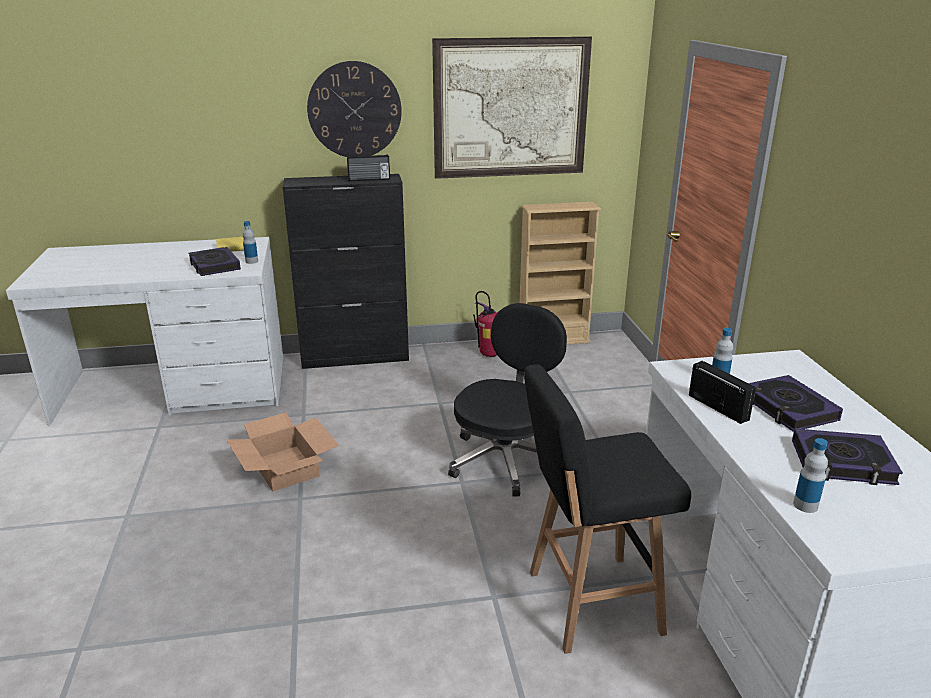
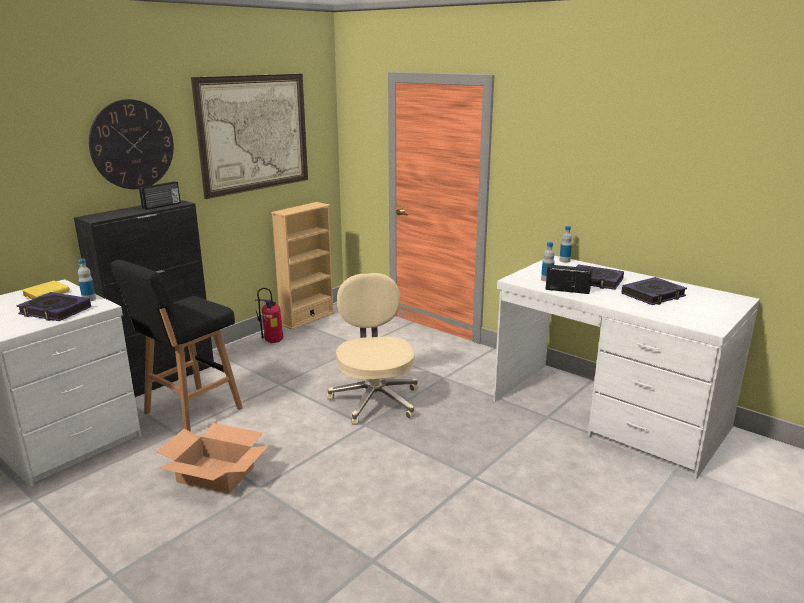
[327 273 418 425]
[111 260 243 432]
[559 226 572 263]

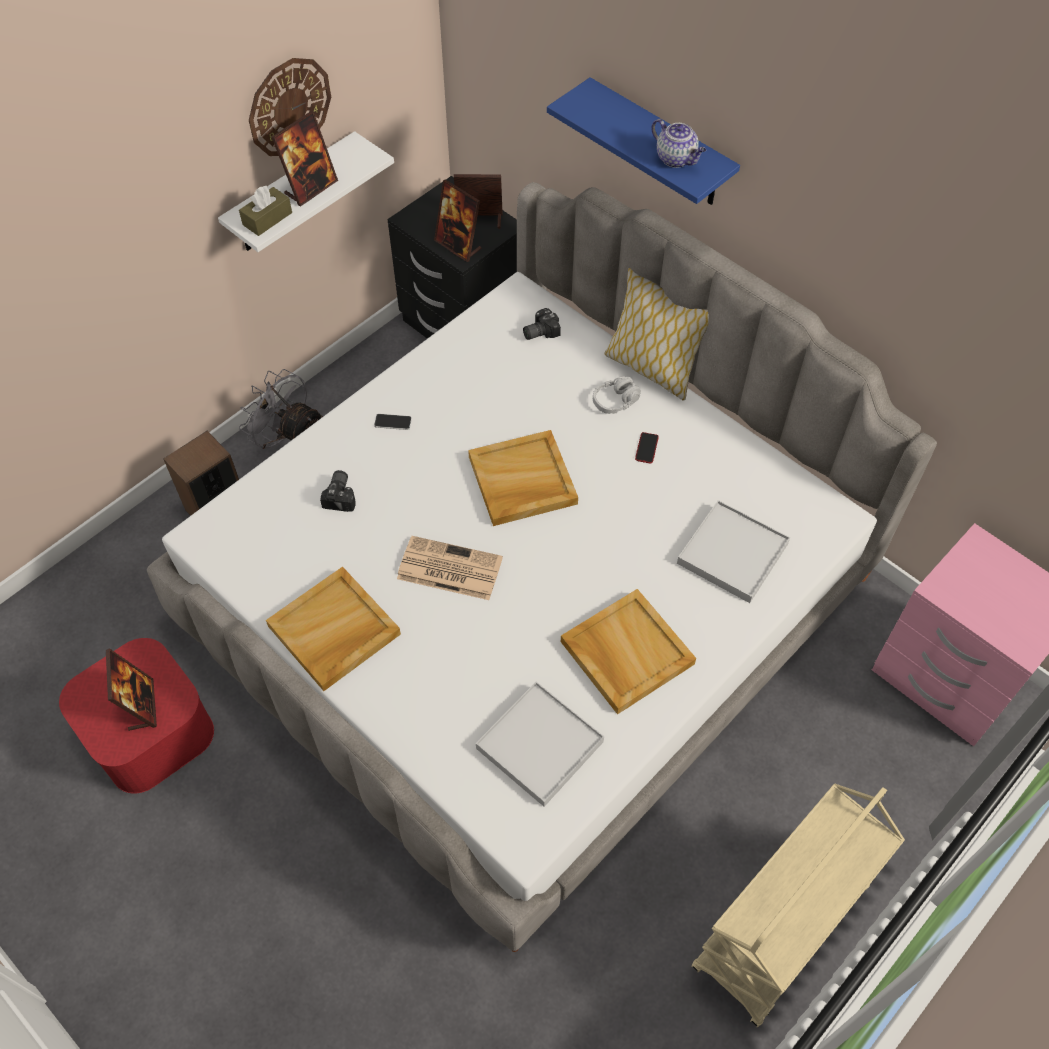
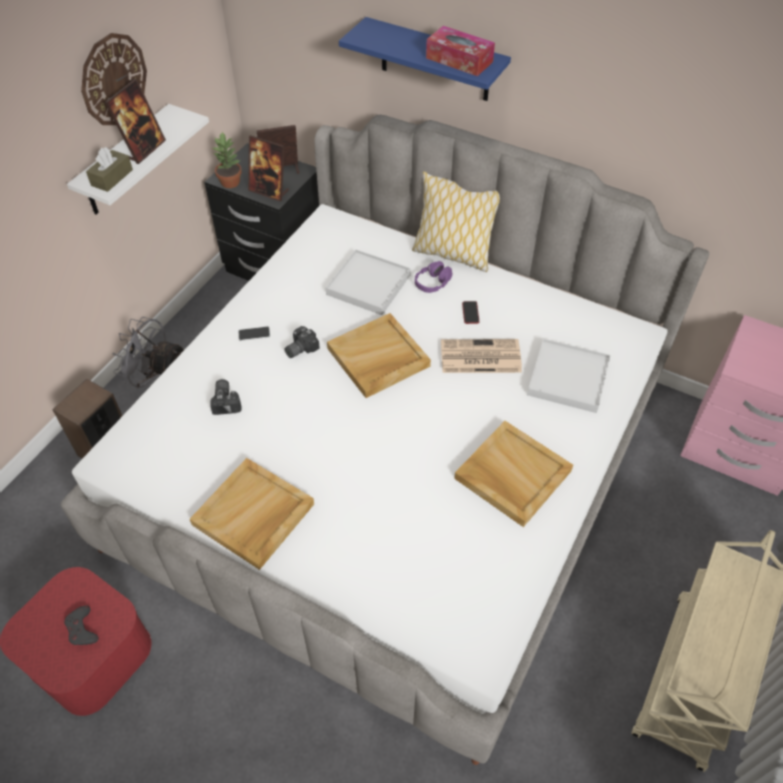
[64 606 99 645]
[441 339 522 373]
[326 249 411 315]
[284 326 320 358]
[415 261 453 293]
[426 26 495 76]
[212 131 242 188]

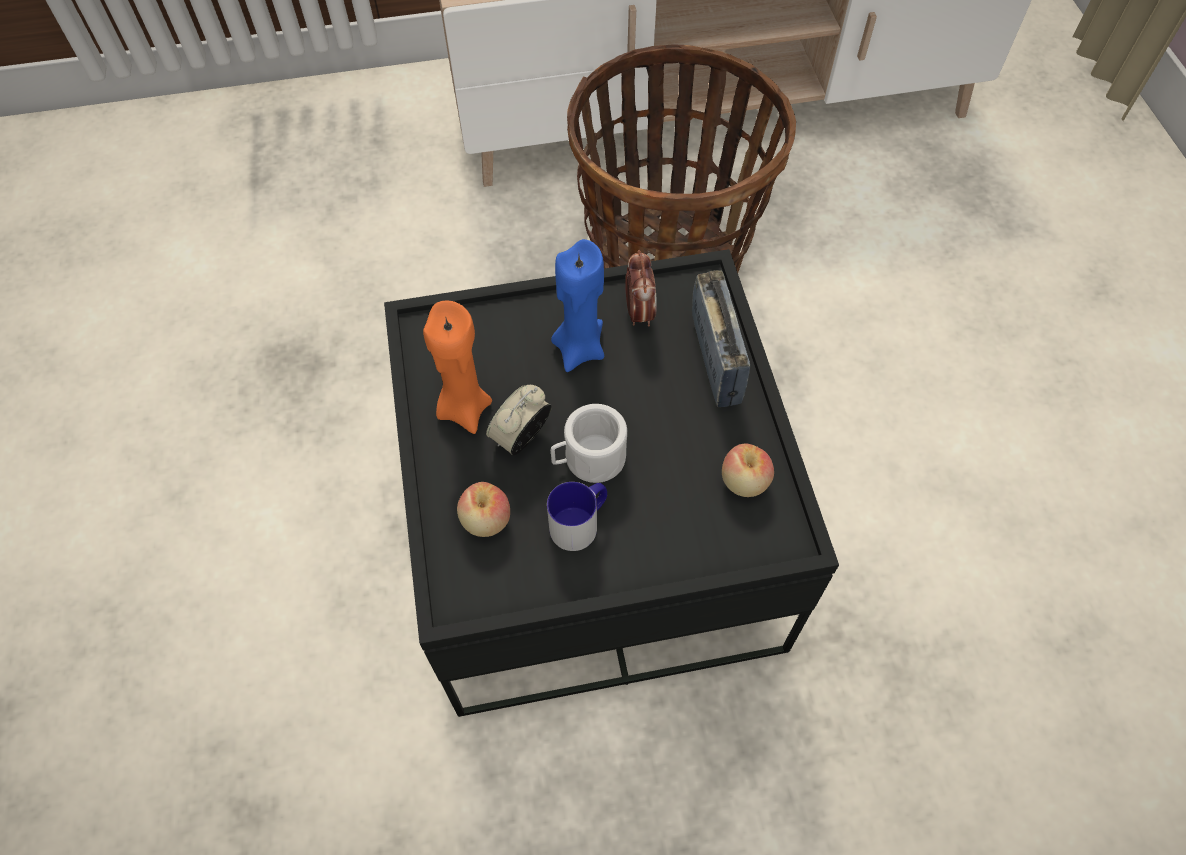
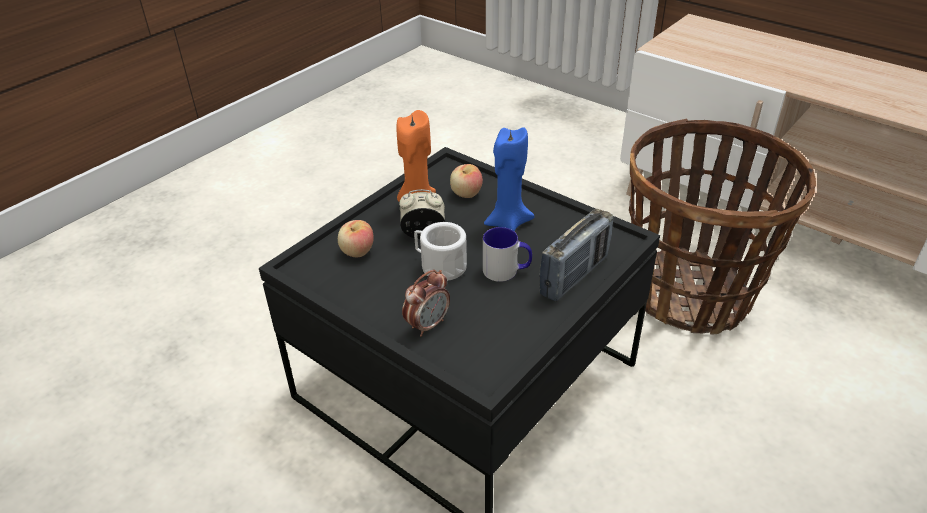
[483 227 532 282]
[402 270 450 337]
[450 164 483 198]

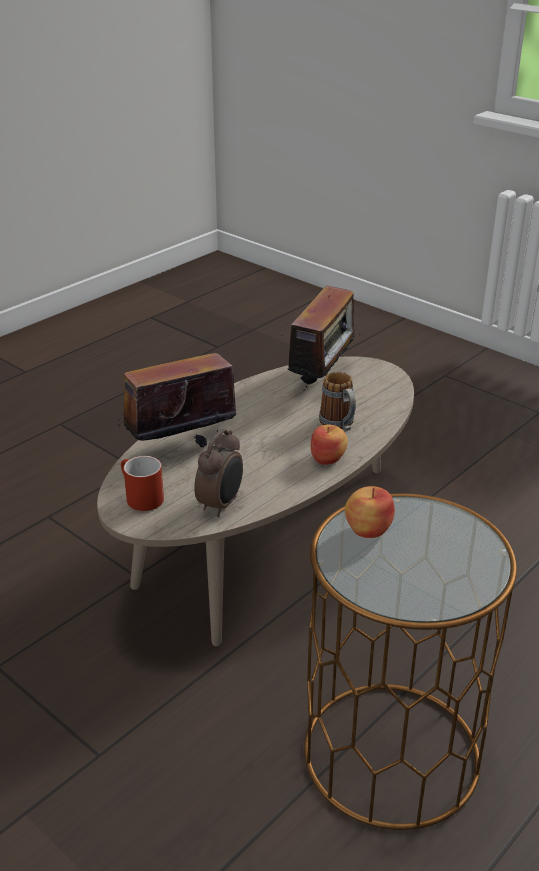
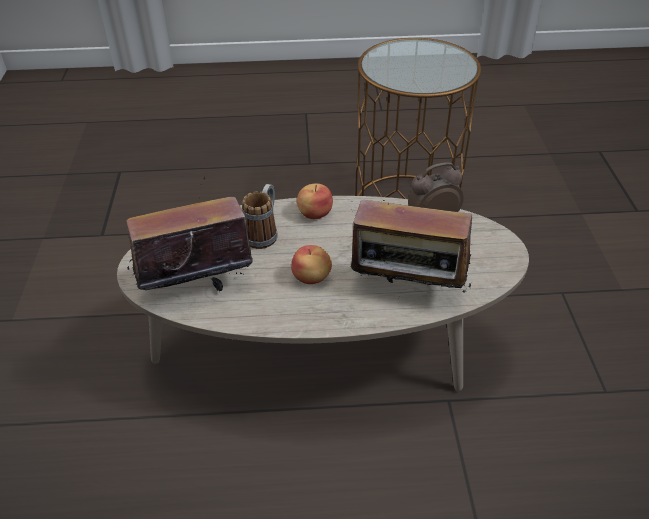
[121 456 164 511] (first image)
[291 245 332 284]

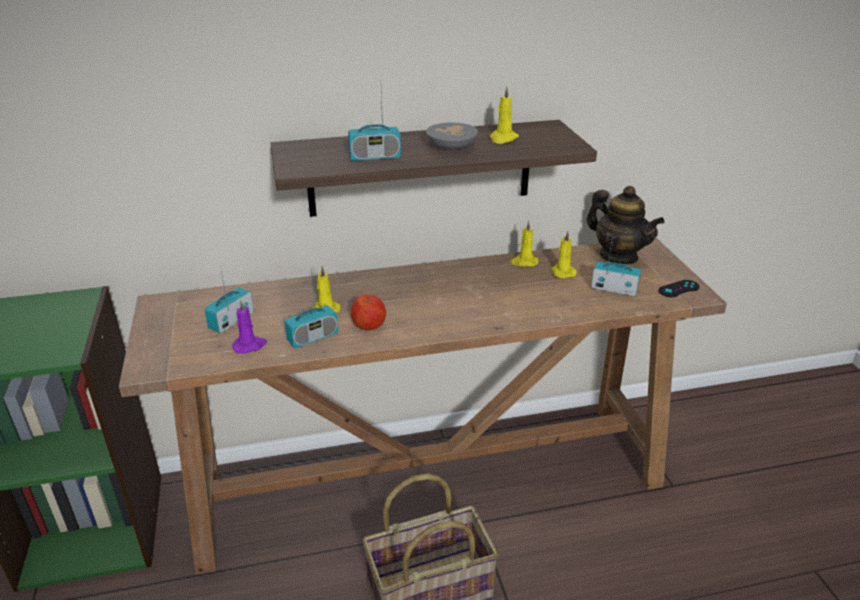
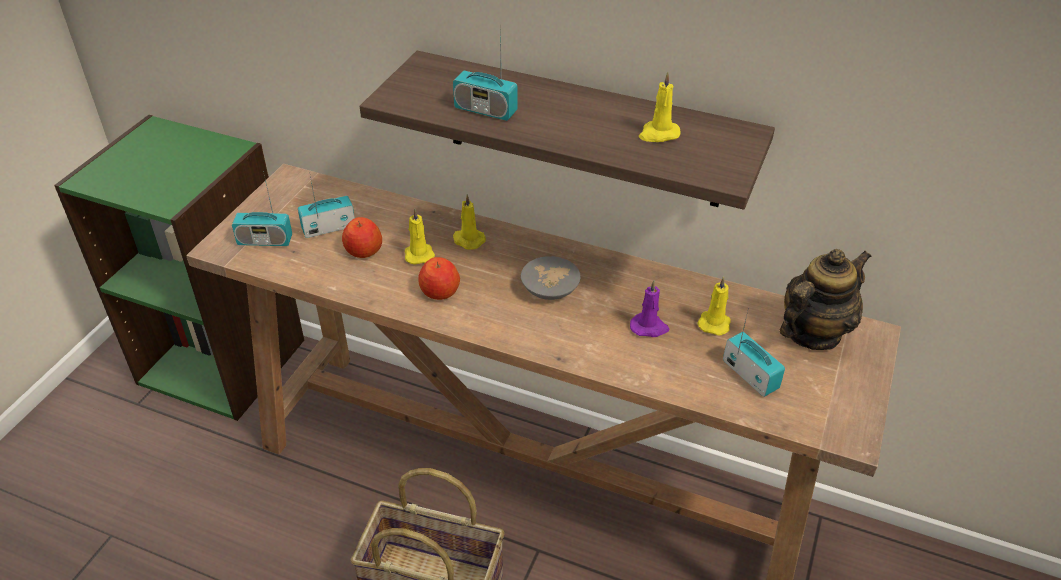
[630 280 669 337]
[232 171 292 246]
[521 256 580 300]
[453 194 486 249]
[780 249 872 350]
[658 280 700 297] (first image)
[342 217 382 258]

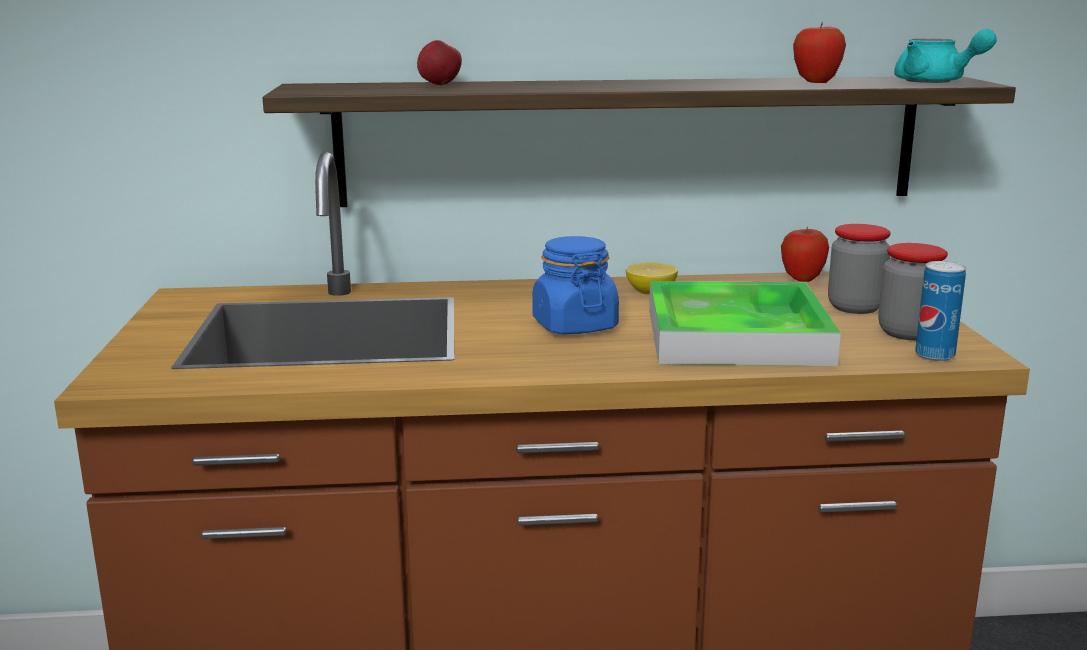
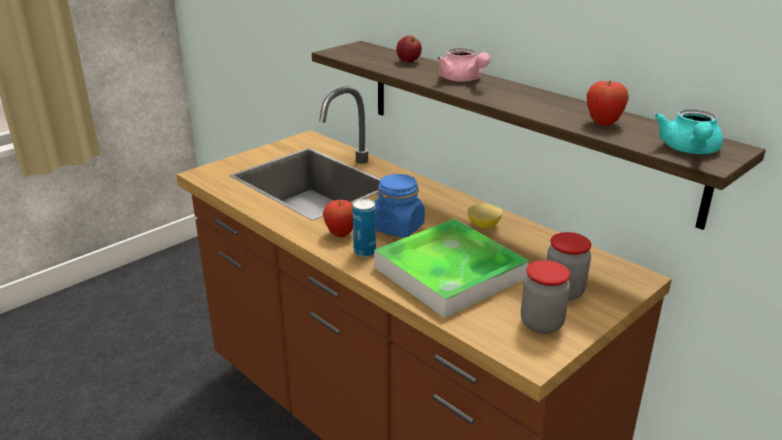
[323 200 353 237]
[352 199 376 257]
[437 48 490 82]

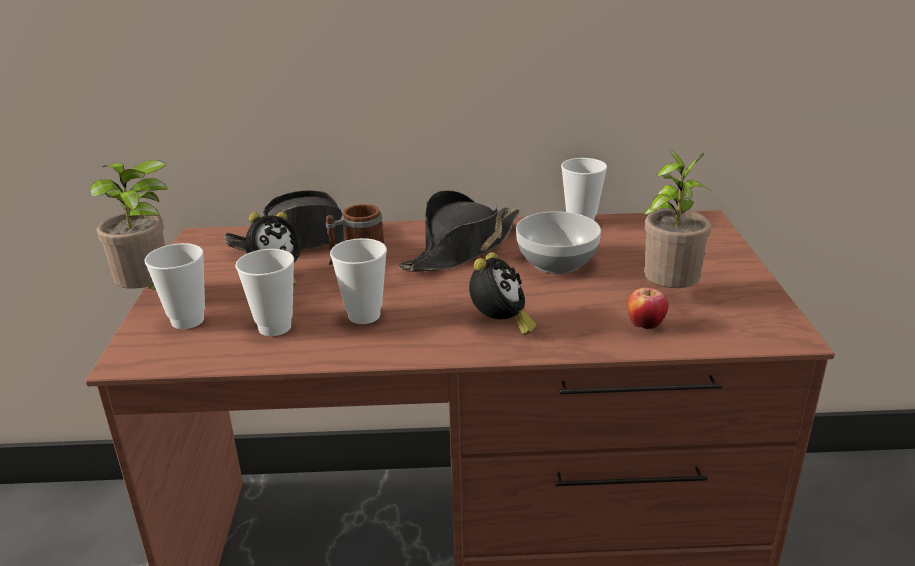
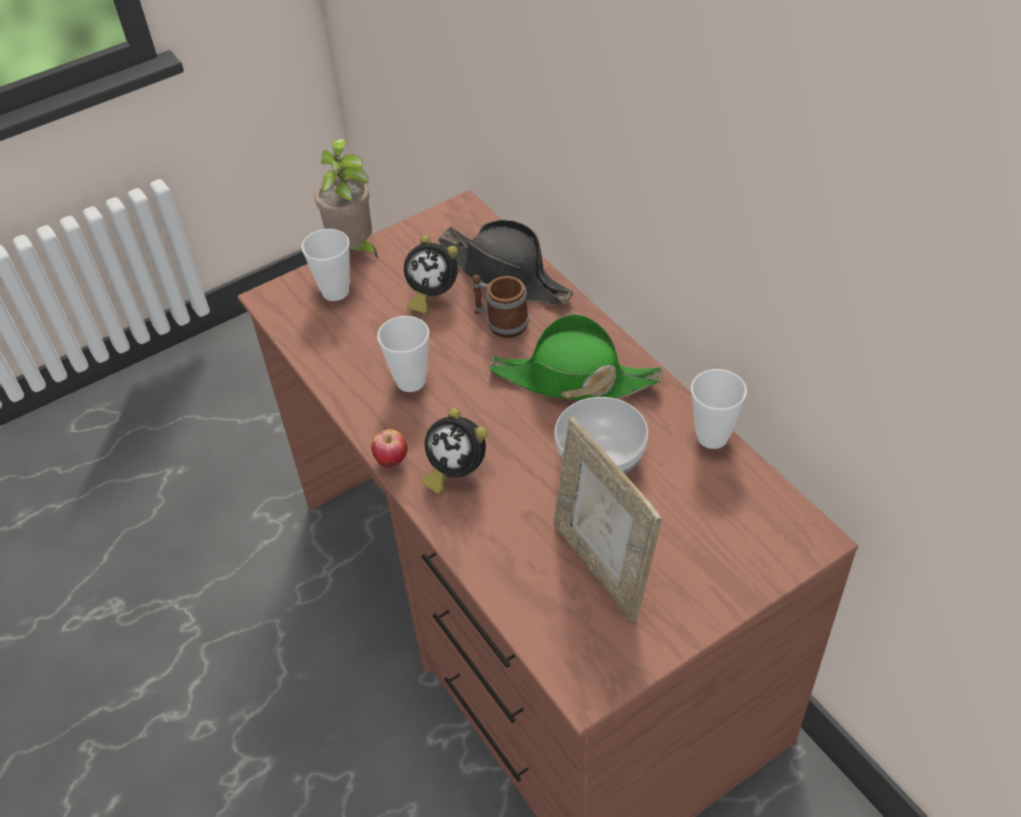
[235 249 294 336] (first image)
[489 314 663 400]
[421 408 488 494]
[371 429 408 468]
[554 417 662 622]

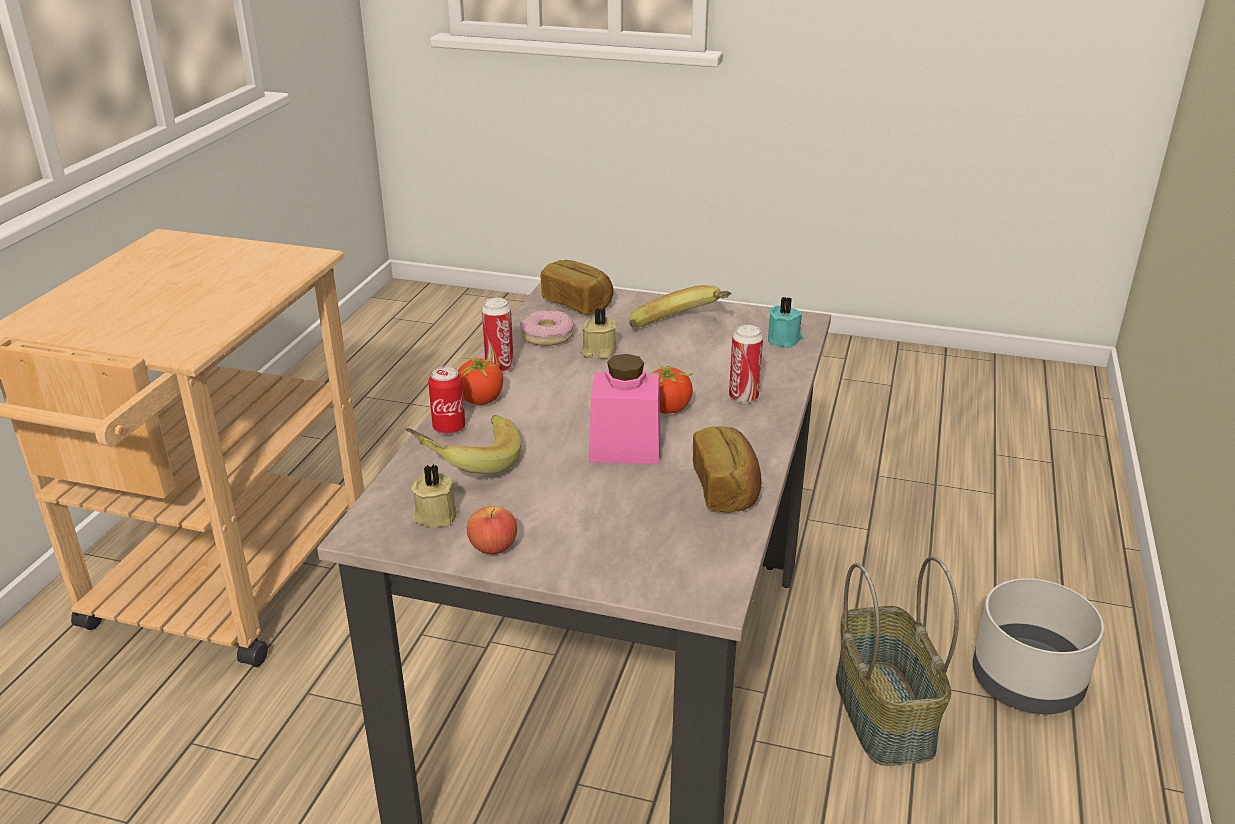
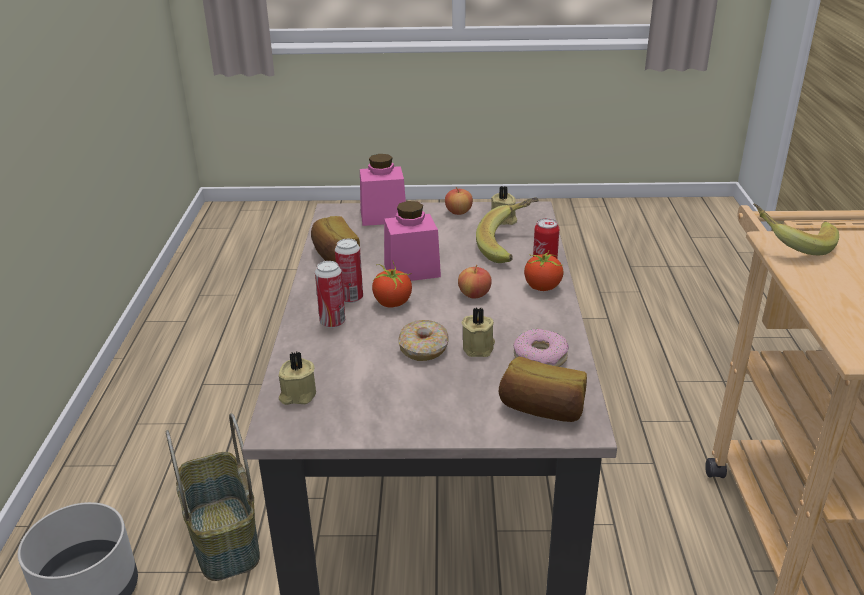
[335 239 363 303]
[753 204 839 255]
[279 352 316 405]
[360 154 406 226]
[398 320 449 361]
[458 265 492 299]

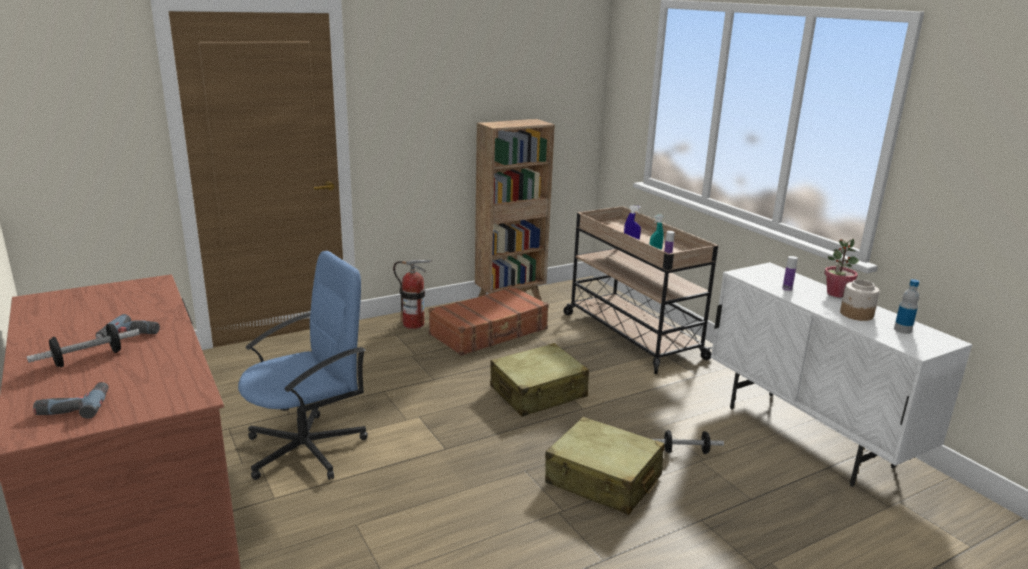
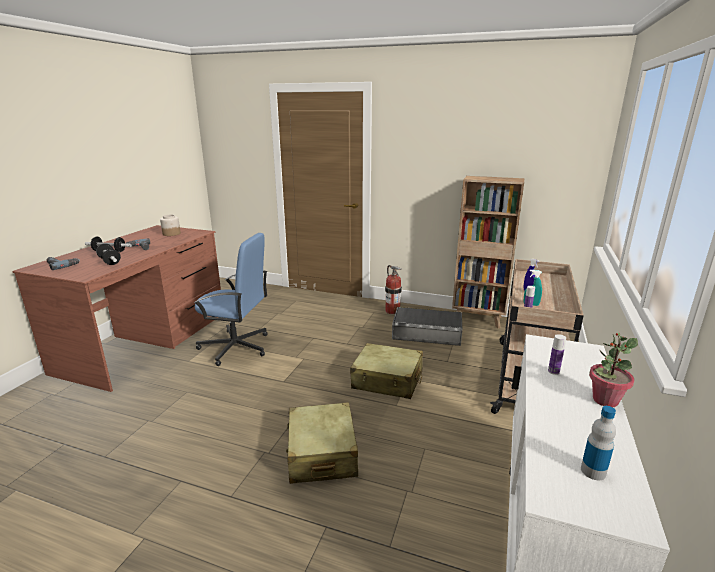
[392 307 462 346]
[96 243 121 265]
[160 214 181 236]

